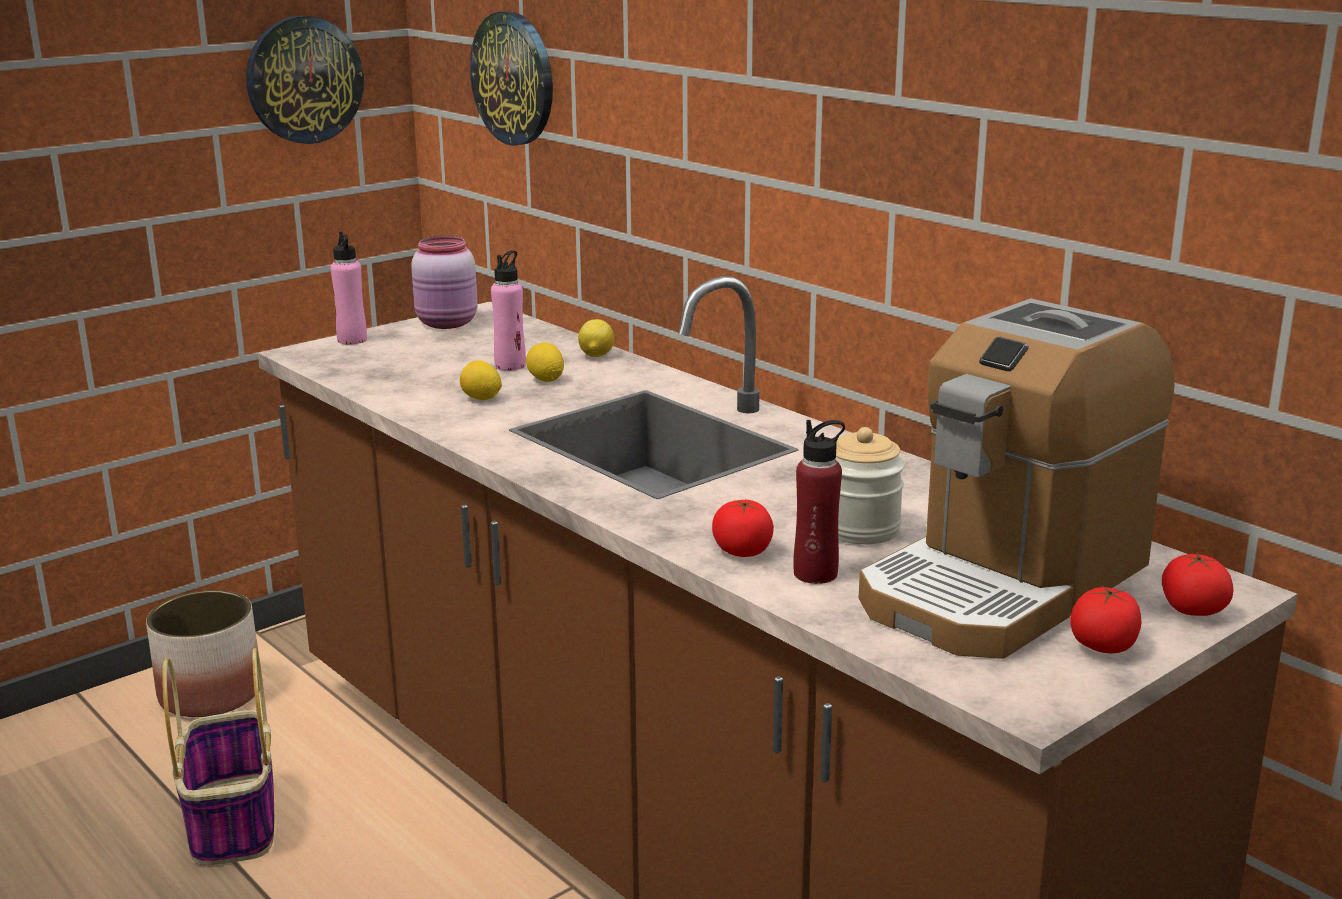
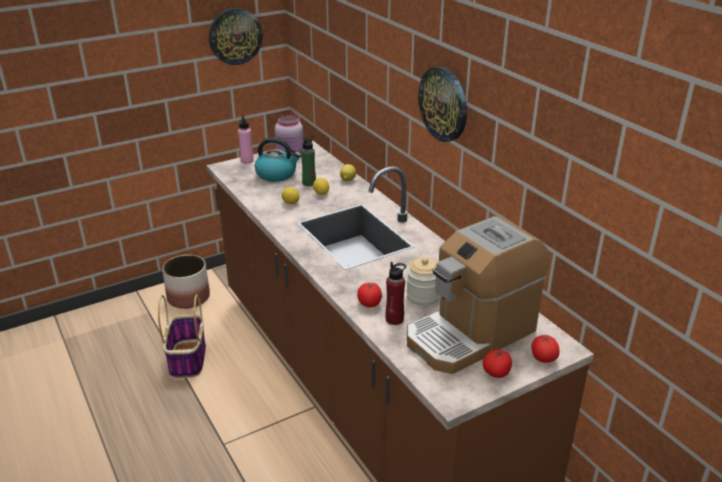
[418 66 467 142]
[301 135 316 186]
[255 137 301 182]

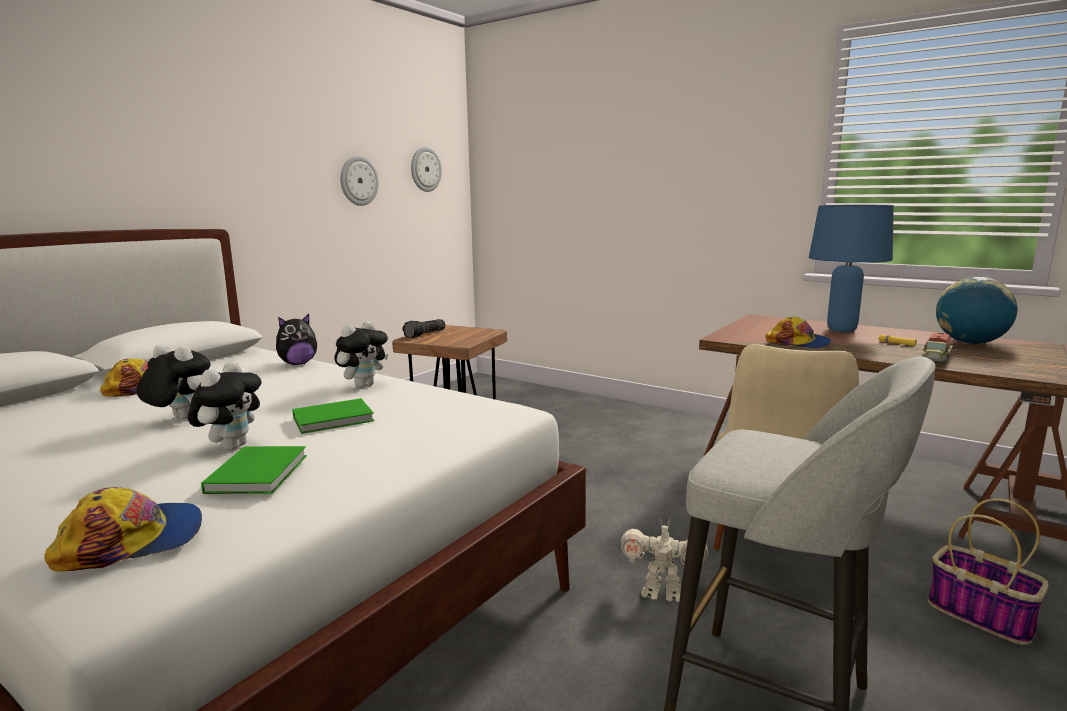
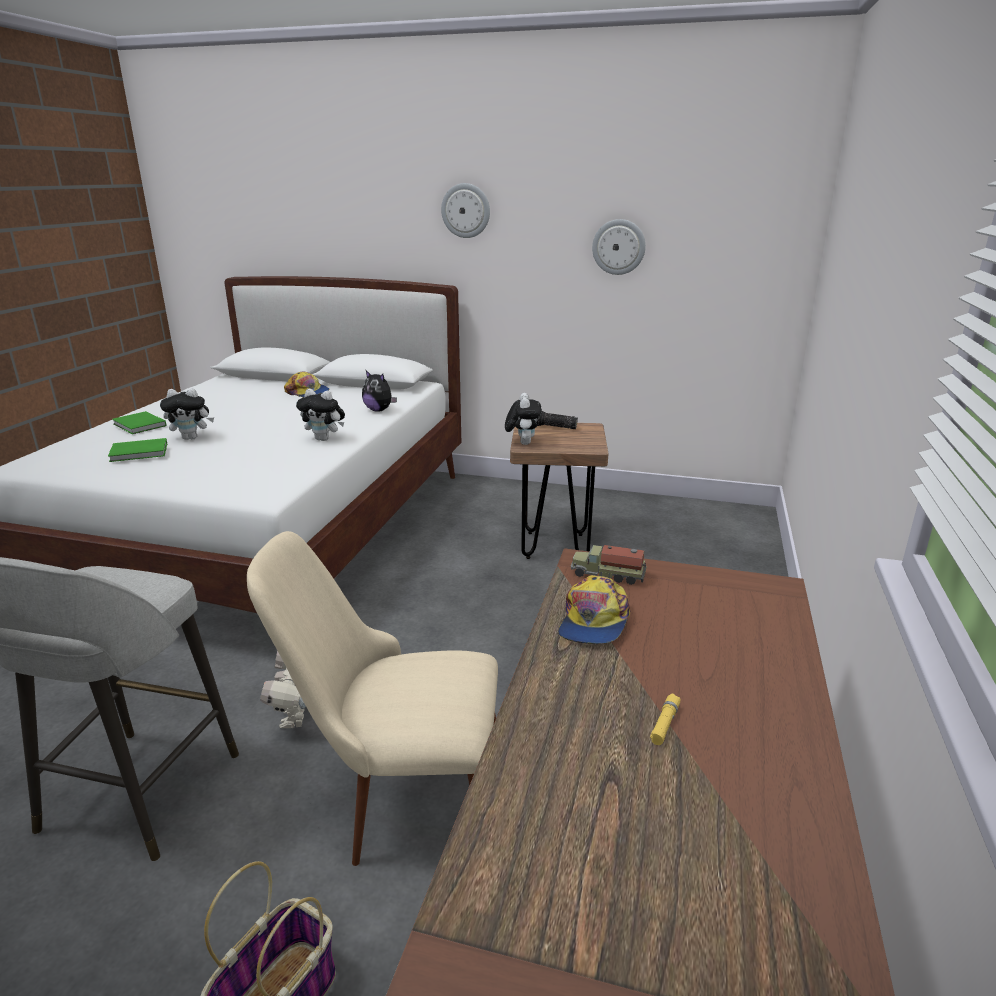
[44 487 202 571] (first image)
[505 393 542 445]
[112 411 167 434]
[441 183 490 238]
[809 205 894 332] (first image)
[571 545 646 585]
[936 277 1017 344] (first image)

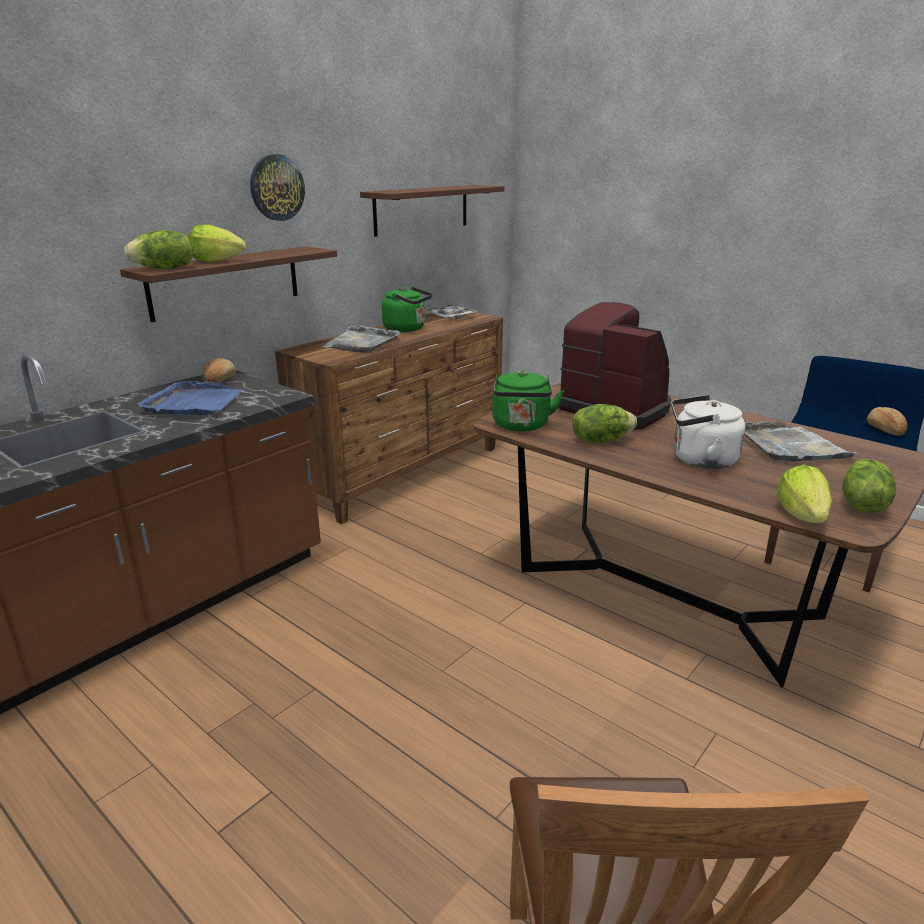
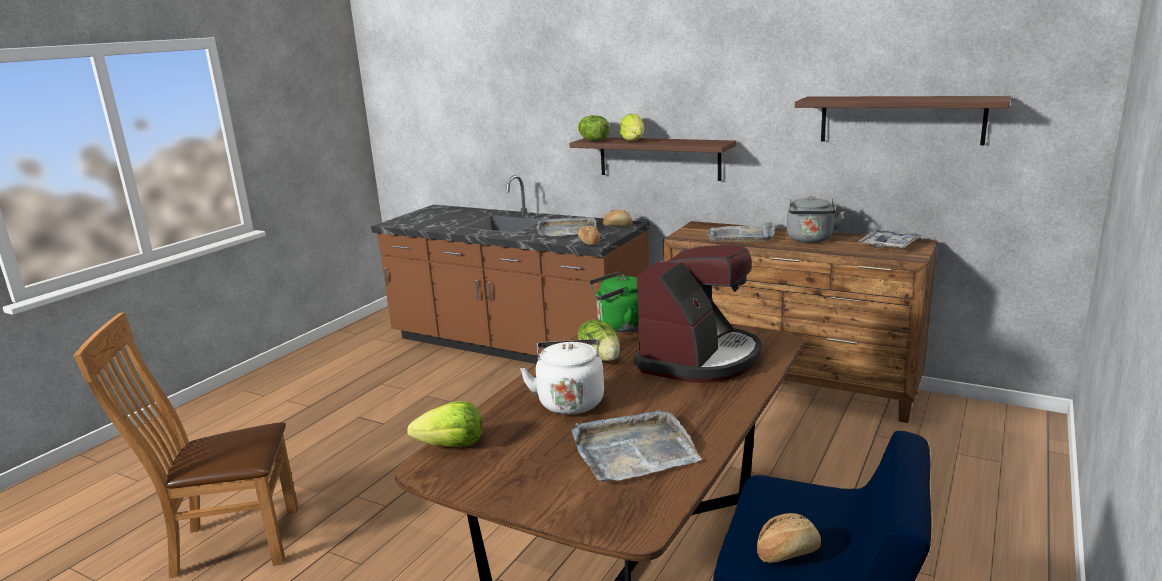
[537 217 597 236]
[250 154 305 221] (first image)
[787 196 845 243]
[842 459 896 513] (first image)
[578 226 600 245]

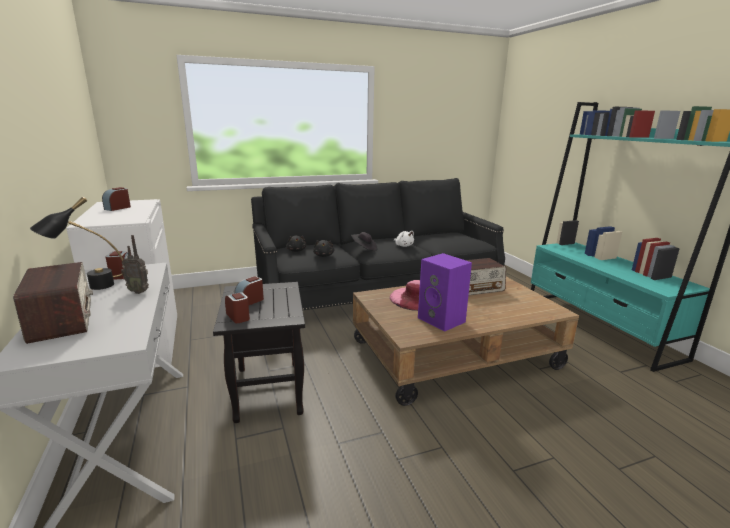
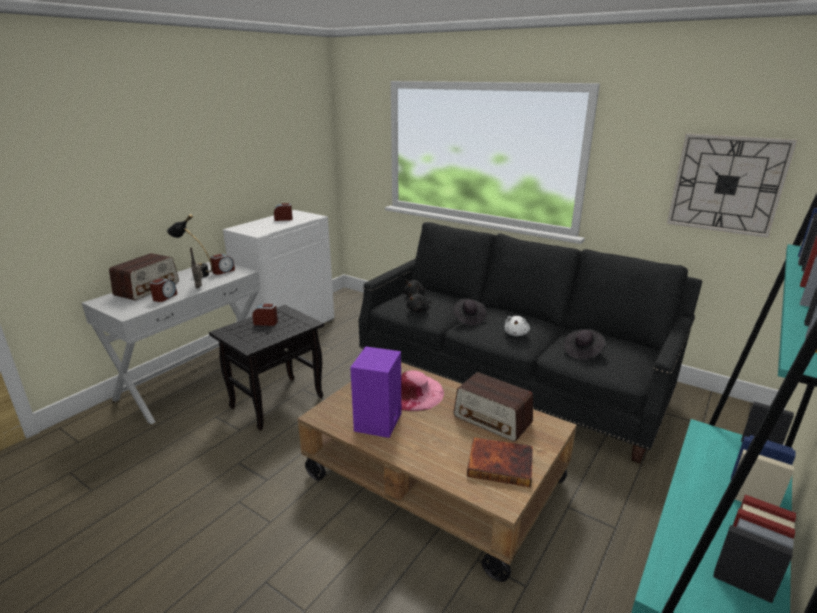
[149 278 177 302]
[467 437 533 487]
[563 329 606 360]
[667 133 797 238]

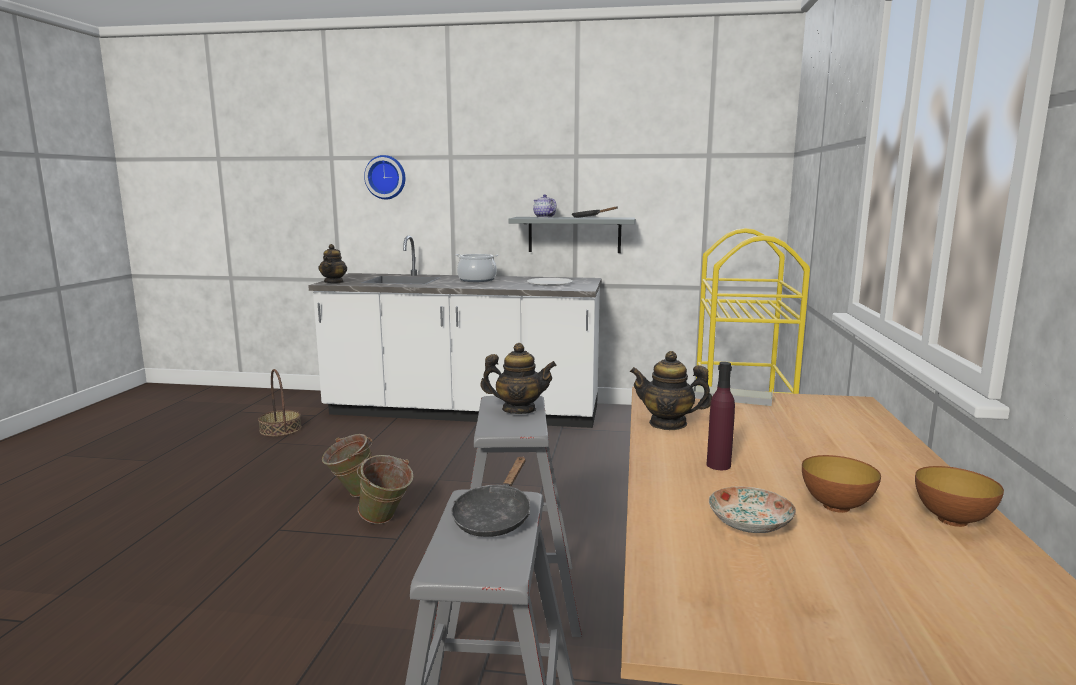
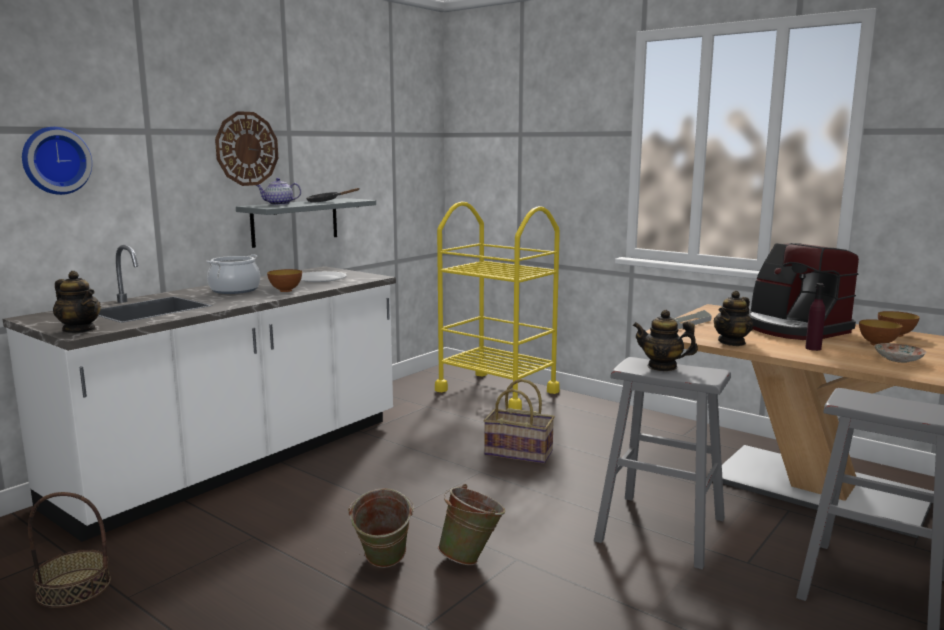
[451 456 530 537] (first image)
[633 310 698 371]
[215 111 278 186]
[267 269 302 292]
[483 379 555 463]
[749 243 859 340]

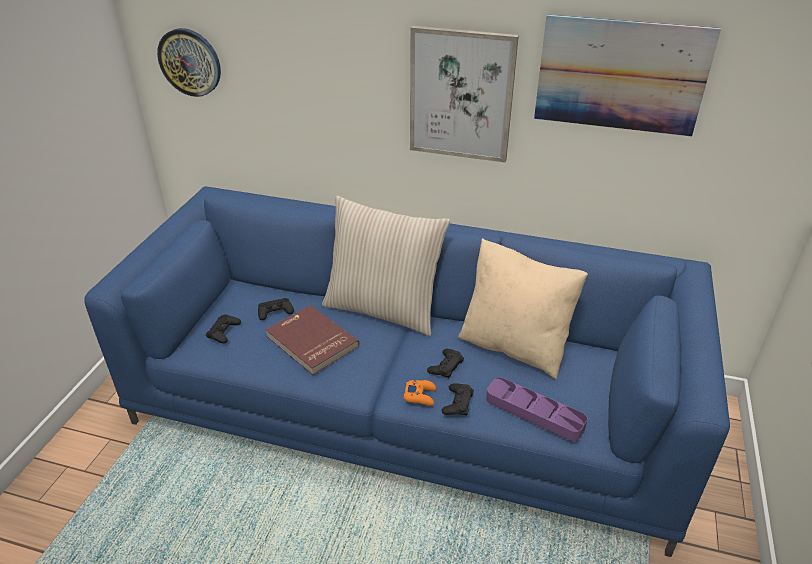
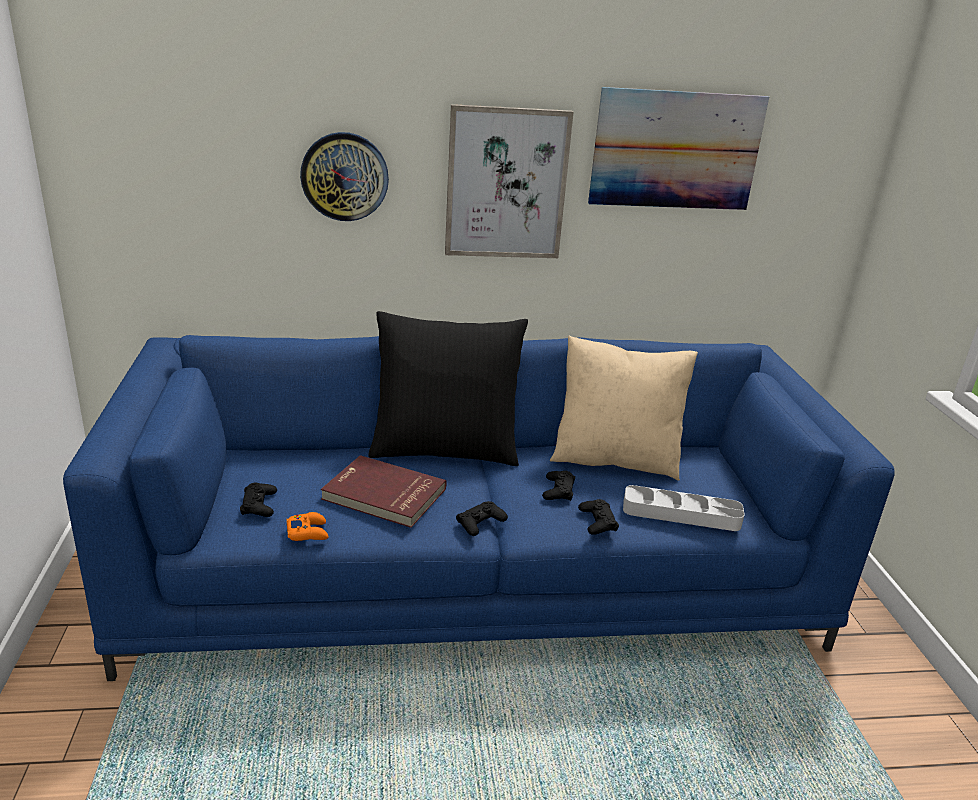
[300 132 389 221]
[456 501 508 536]
[368 311 528 466]
[287 512 328 541]
[623 485 745 531]

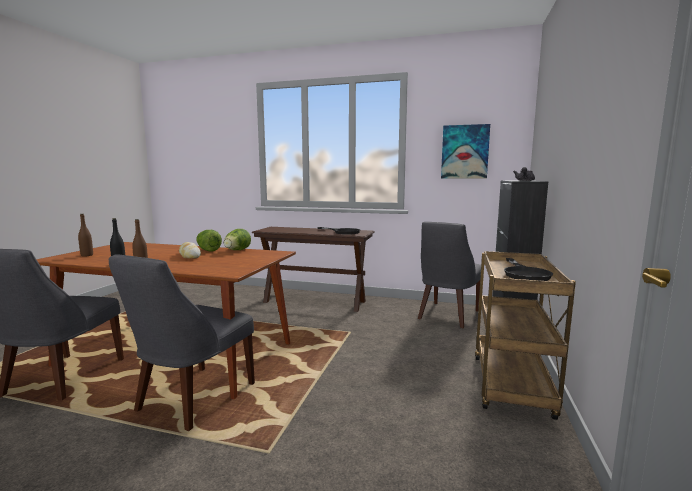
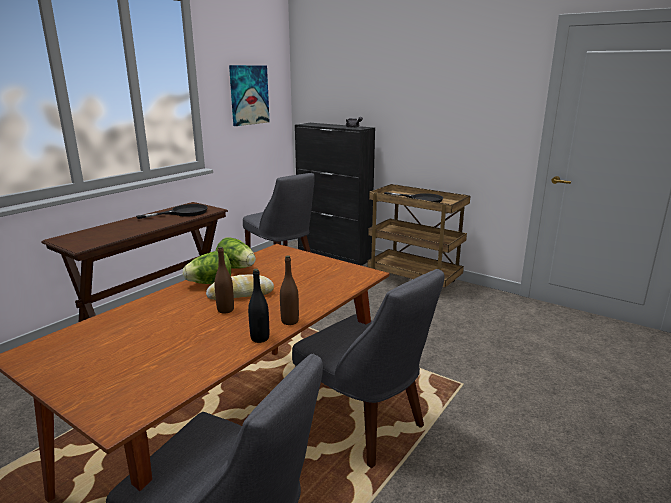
[214 247 234 314]

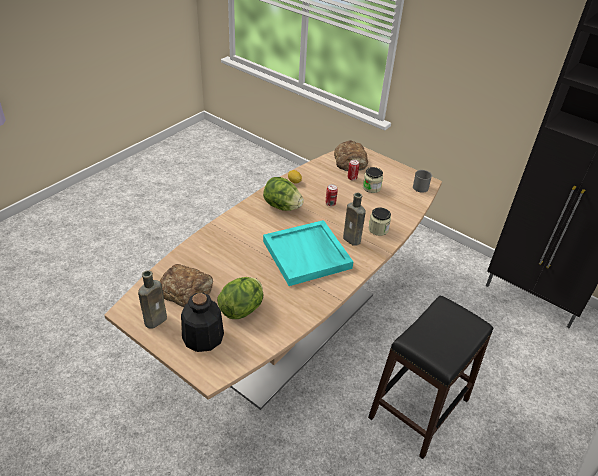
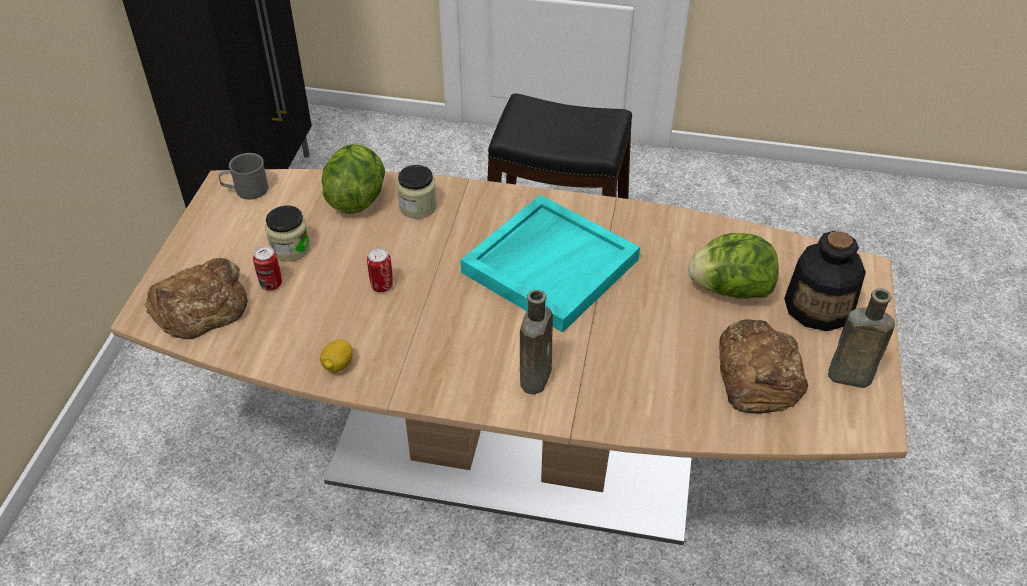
[322 144 385 214]
[520 290 553 395]

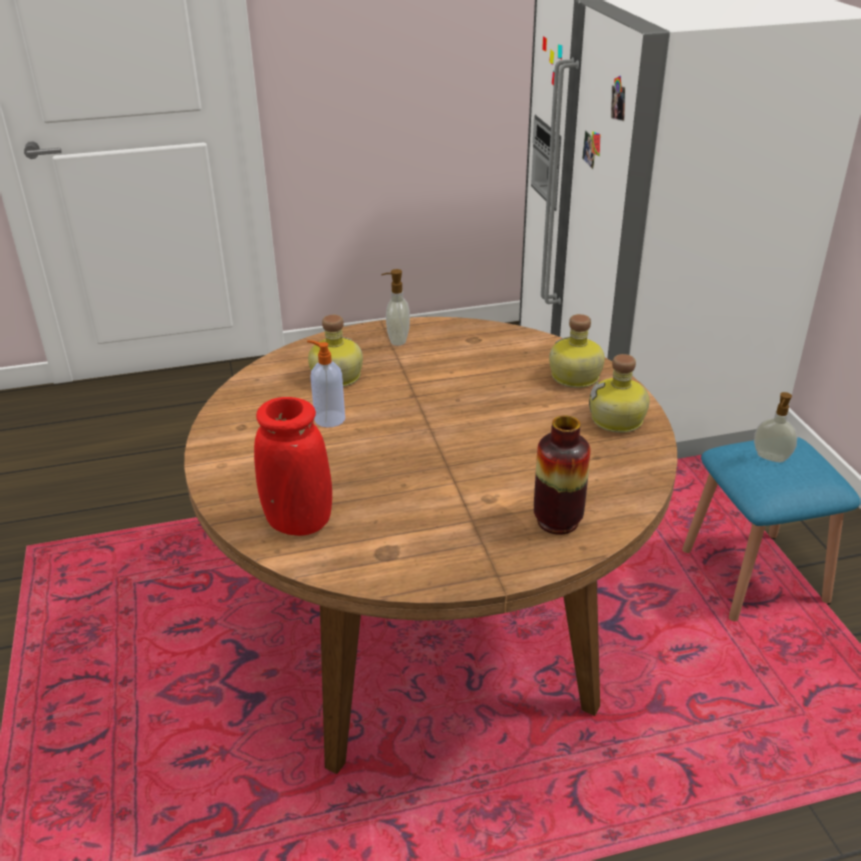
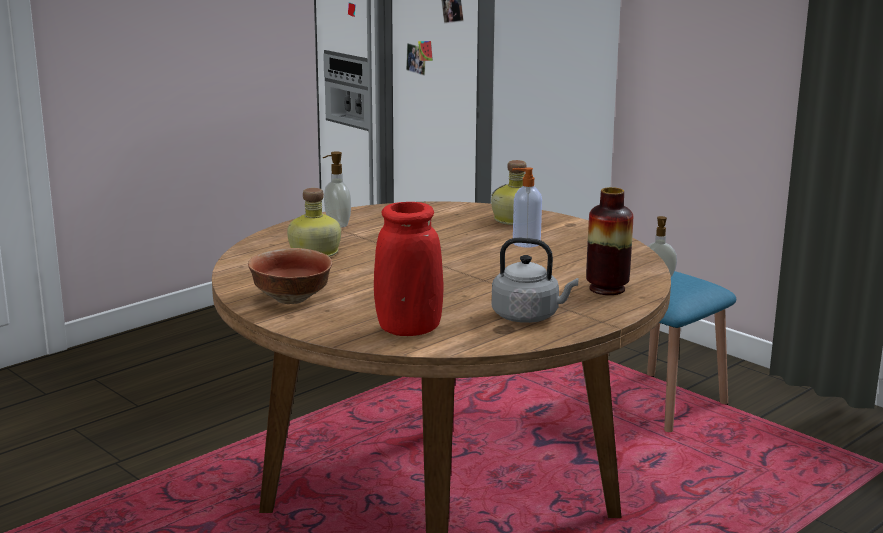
[512 167 542 248]
[589 354 650 433] (first image)
[248 248 332 304]
[492 238 578 323]

